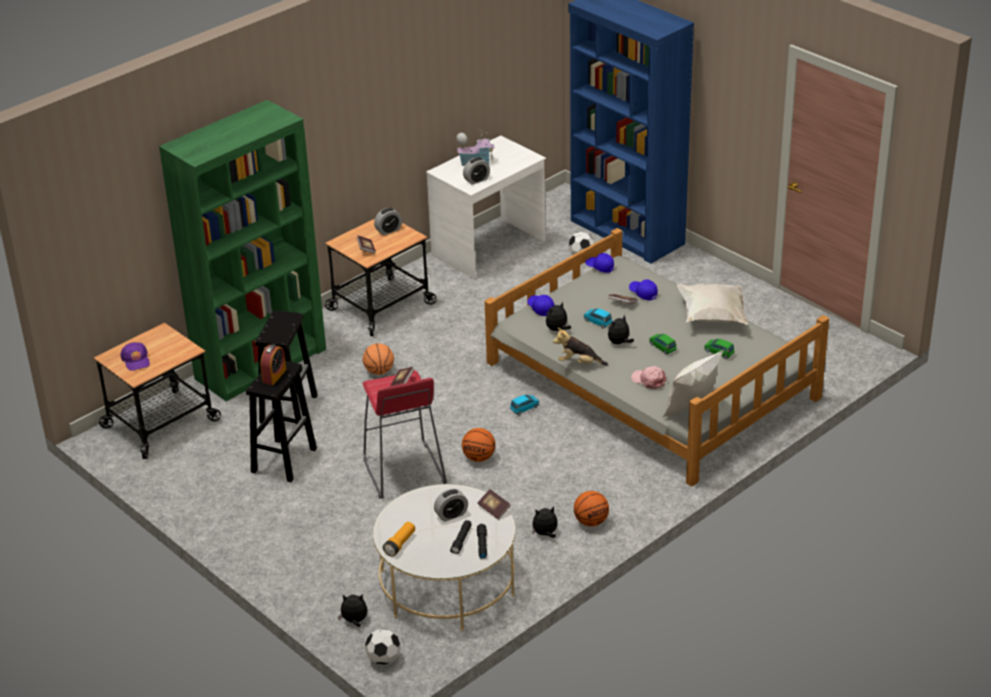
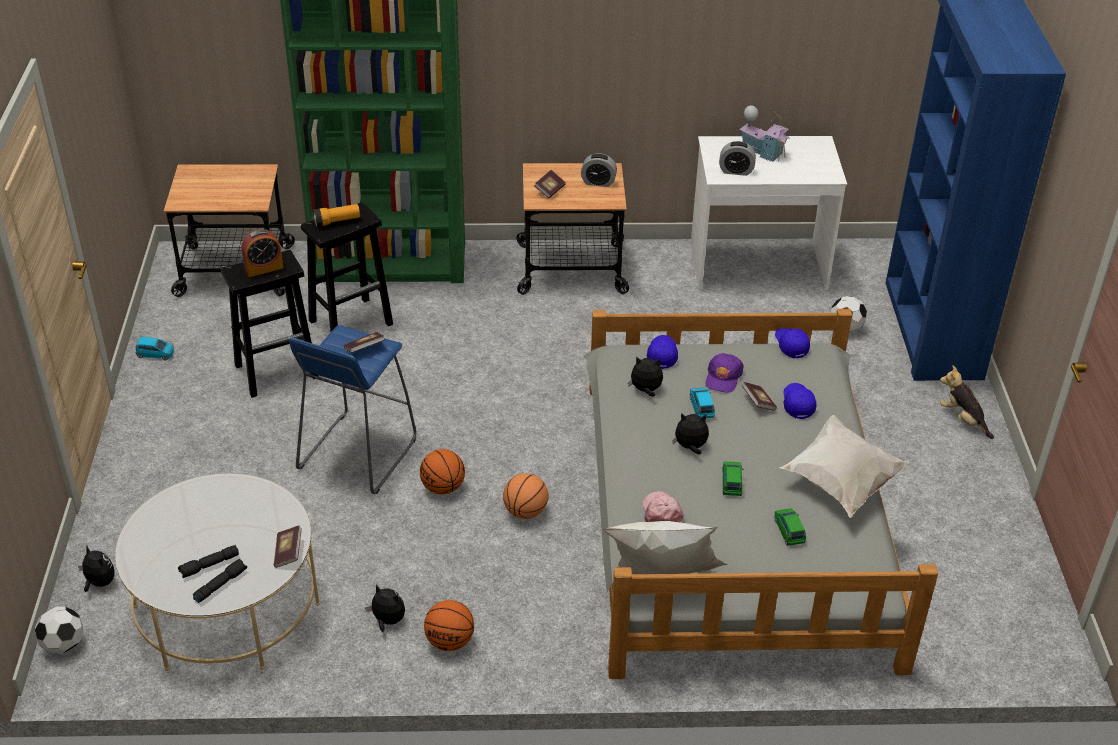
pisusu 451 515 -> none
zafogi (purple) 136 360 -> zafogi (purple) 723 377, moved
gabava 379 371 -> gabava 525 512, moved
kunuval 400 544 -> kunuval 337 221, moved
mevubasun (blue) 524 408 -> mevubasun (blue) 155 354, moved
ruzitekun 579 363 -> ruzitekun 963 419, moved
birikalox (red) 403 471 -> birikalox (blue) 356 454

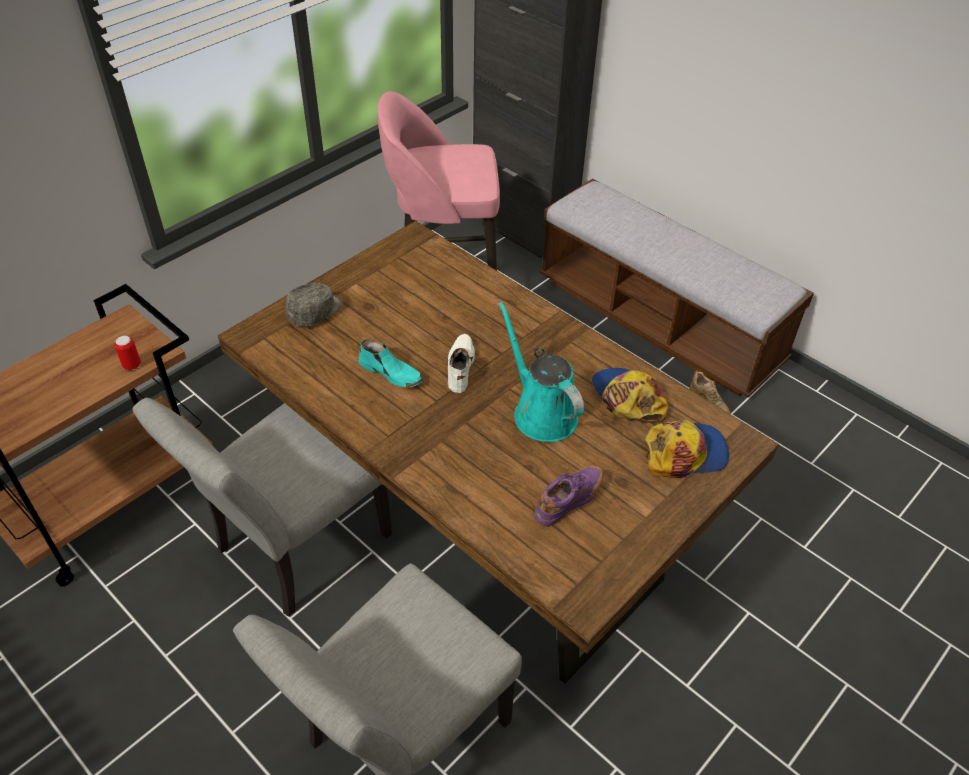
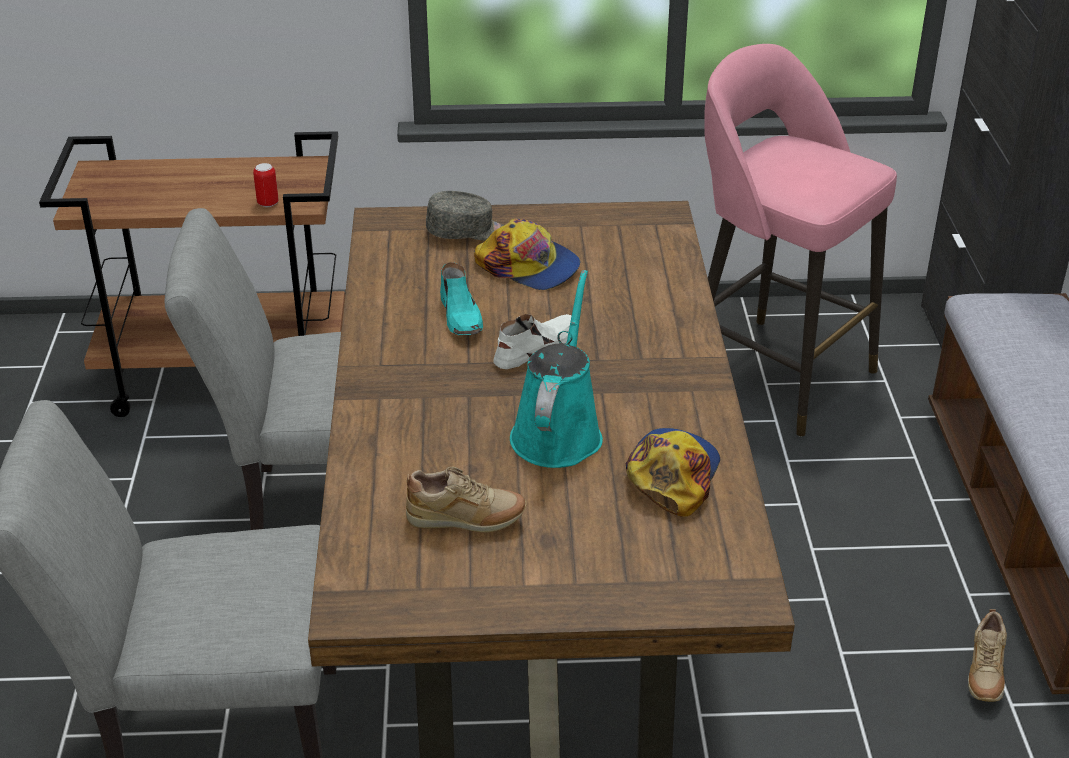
zafogi 685 453 -> zafogi 529 266, moved
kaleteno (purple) 569 502 -> kaleteno (beige) 466 521

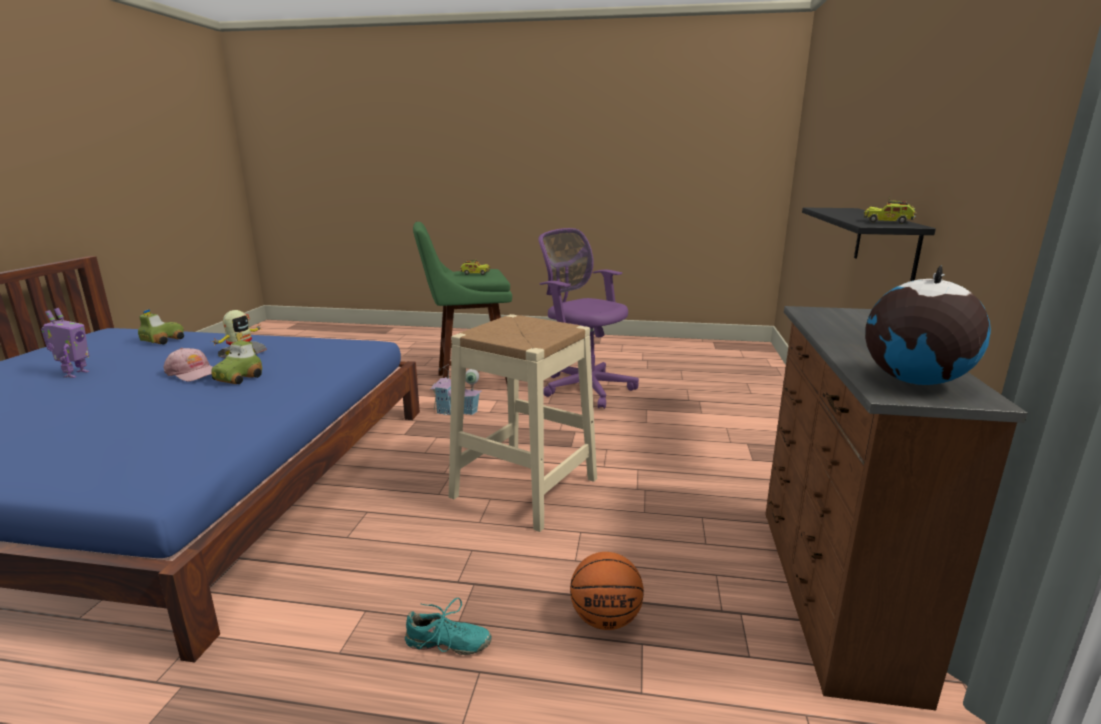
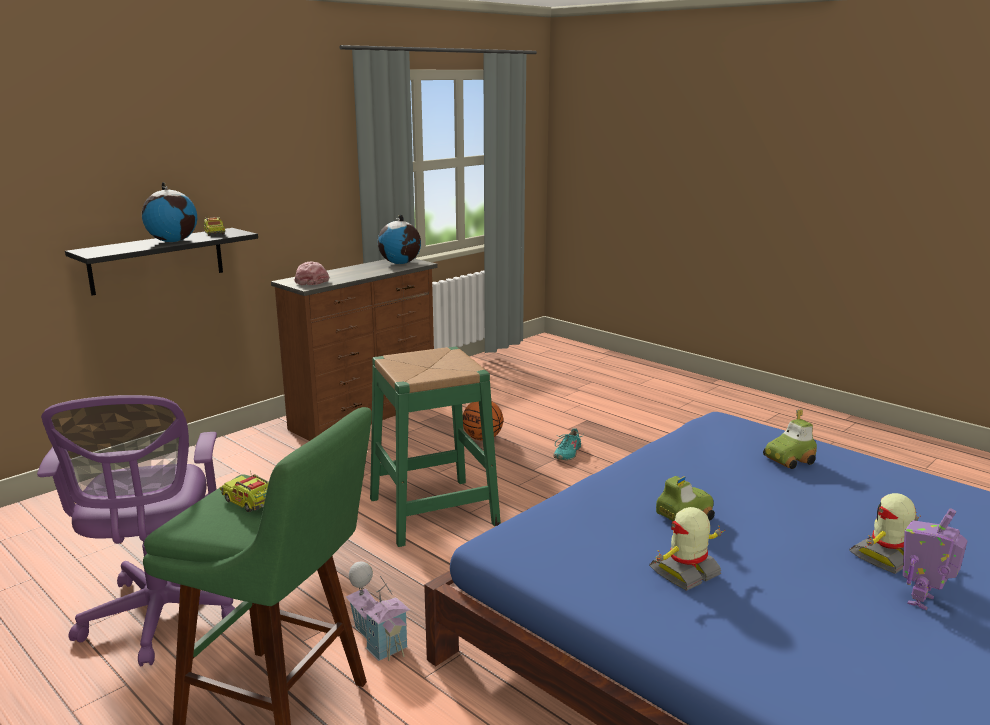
none -> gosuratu 173 241
none -> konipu 886 557
mevubasun 163 340 -> mevubasun 789 460, moved
zafogi (pink) 193 373 -> zafogi (pink) 310 281, moved
birikalox (beige) 525 488 -> birikalox (green) 433 511
kaleteno (turquoise) 448 644 -> kaleteno (turquoise) 567 453, 105 degrees counterclockwise

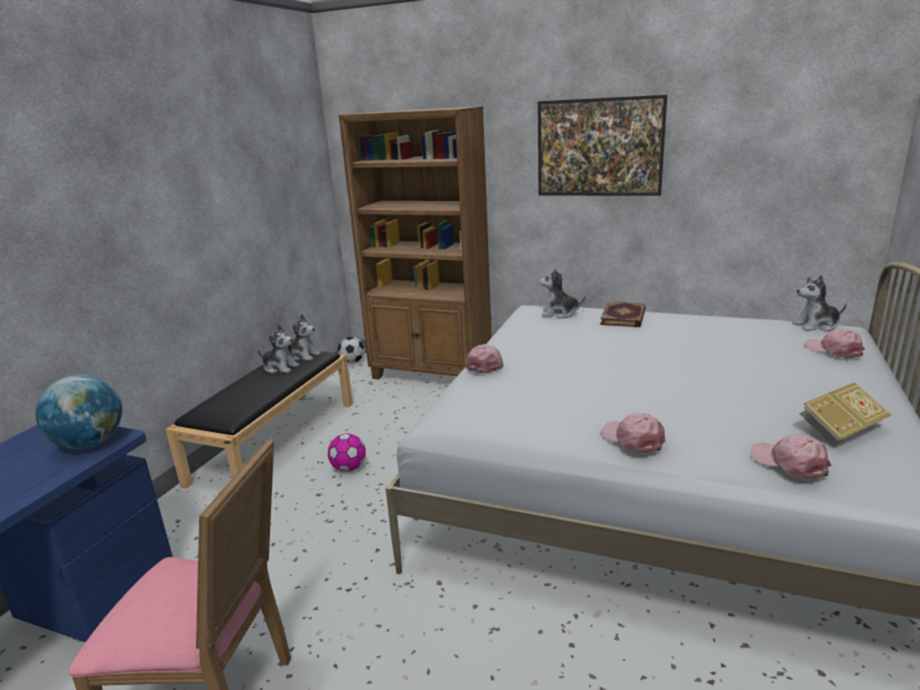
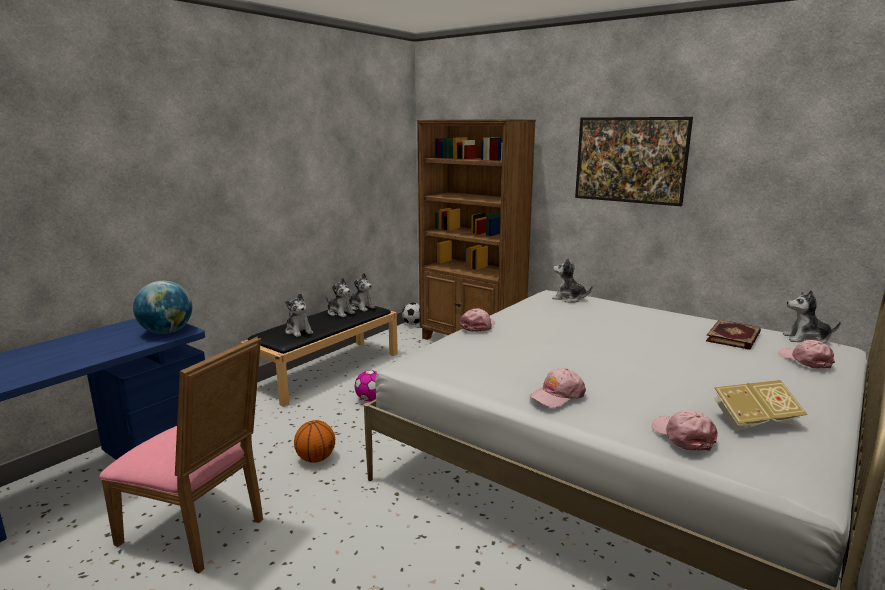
none -> ruzitekun 299 331
none -> gabava 316 459
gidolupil 624 317 -> gidolupil 734 337, moved
zafogi (pink) 632 439 -> zafogi (pink) 557 395, 105 degrees counterclockwise

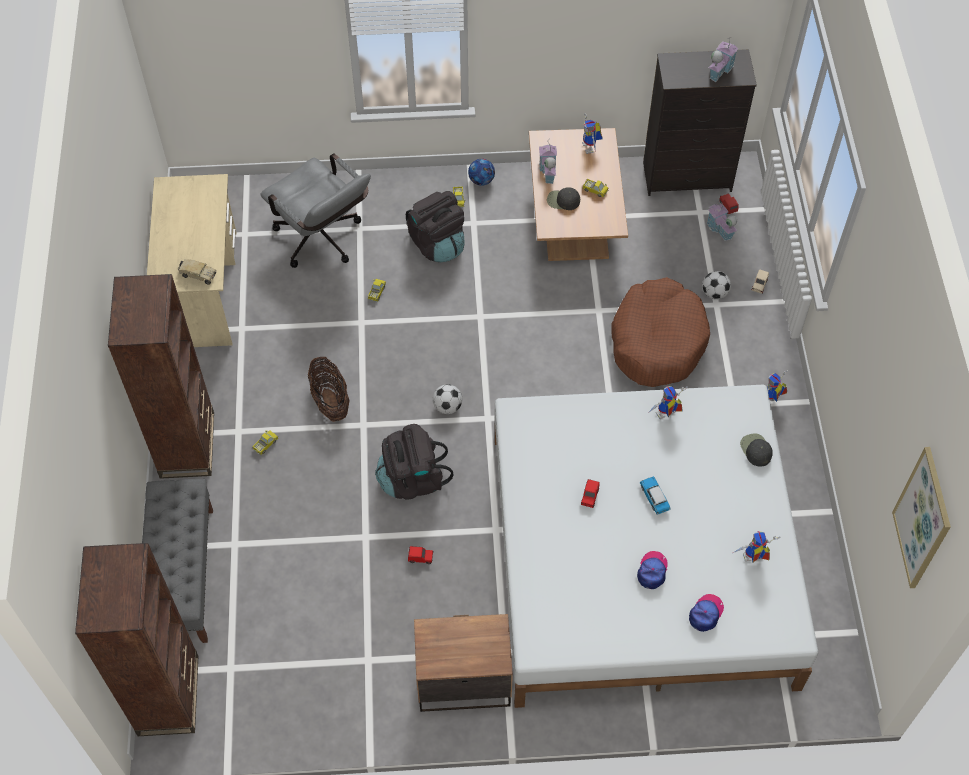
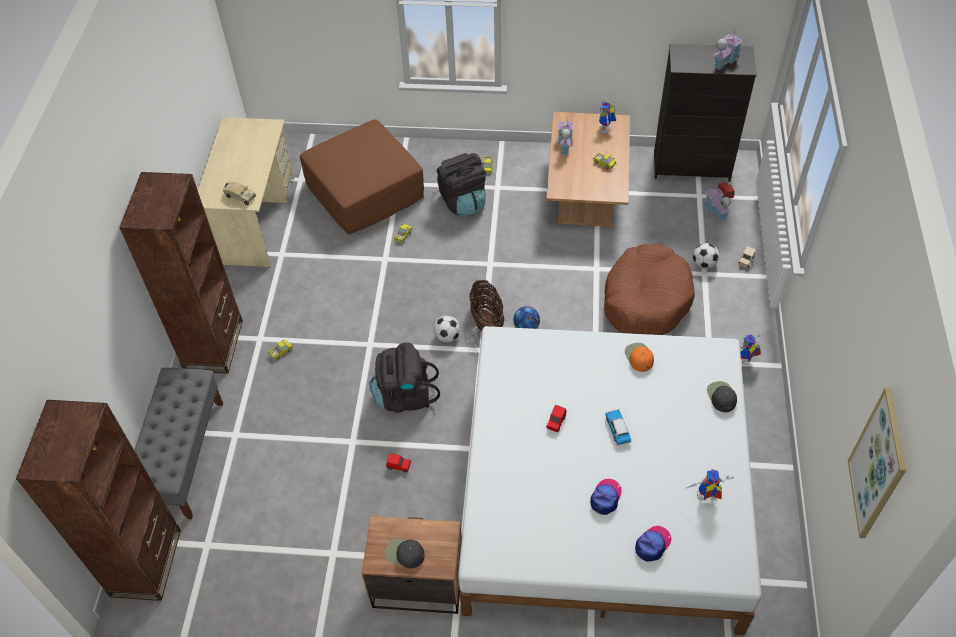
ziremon 330 401 -> ziremon 487 321, moved
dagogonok 481 180 -> dagogonok 526 327, moved
zafogi (black) 563 201 -> zafogi (black) 404 554, moved
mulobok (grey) 323 242 -> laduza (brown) 365 191
konipu 665 416 -> zafogi (orange) 639 357

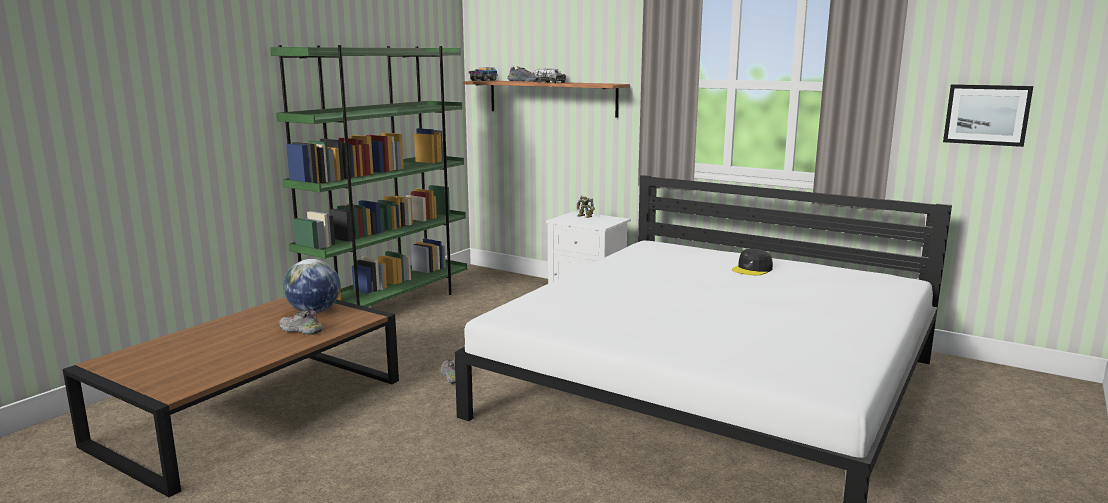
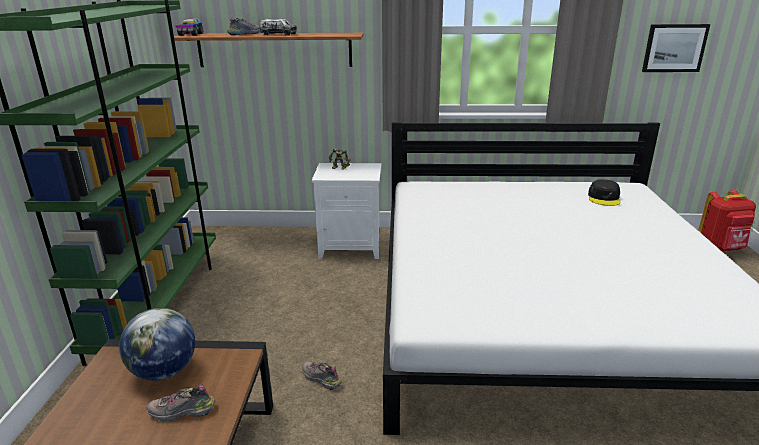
none -> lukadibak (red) 720 249
zafogi (black) 752 269 -> zafogi (black) 604 198, moved

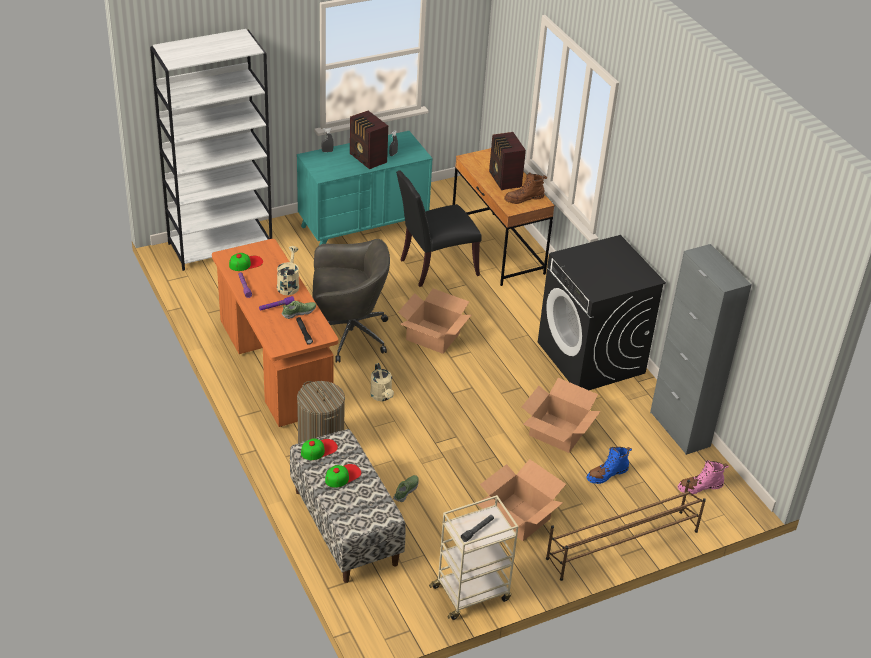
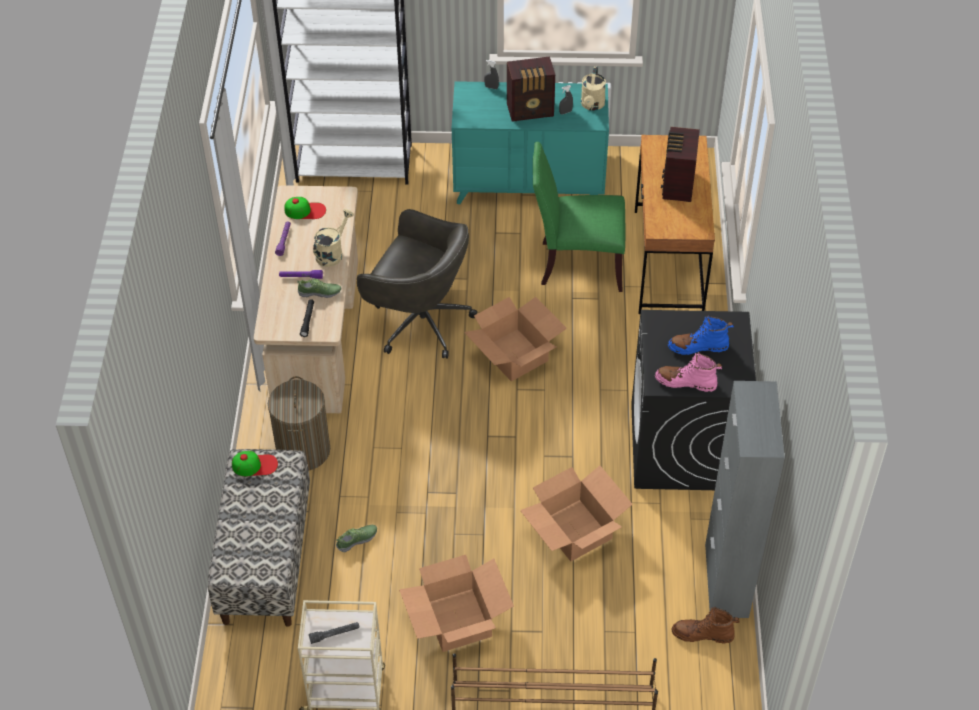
zafogi 342 476 -> none
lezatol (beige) 382 396 -> lezatol (beige) 592 105, moved
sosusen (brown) 524 198 -> sosusen (brown) 702 634, moved
sosusen (blue) 607 474 -> sosusen (blue) 698 347, moved
sosusen (pink) 700 487 -> sosusen (pink) 686 382, moved
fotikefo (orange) 274 367 -> fotikefo (beige) 316 335
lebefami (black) 435 267 -> lebefami (green) 577 264
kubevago 368 159 -> kubevago 531 111, 90 degrees counterclockwise

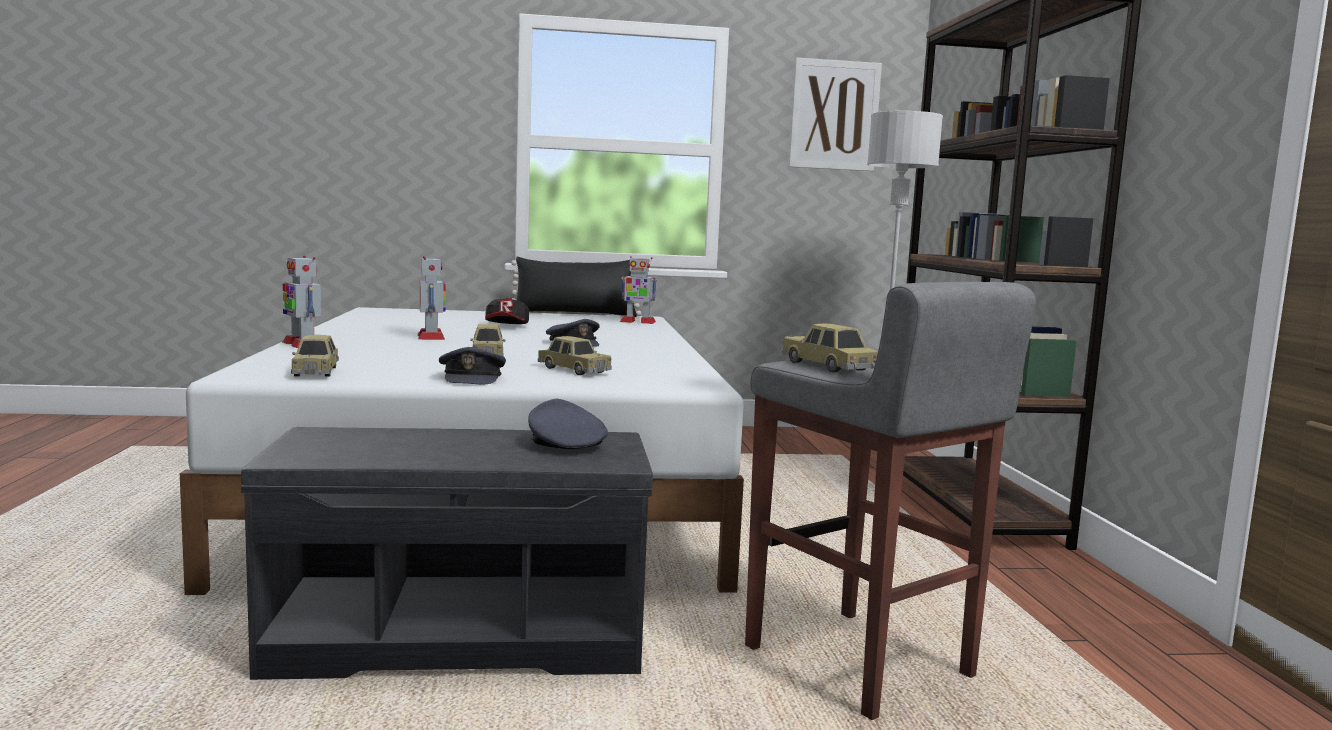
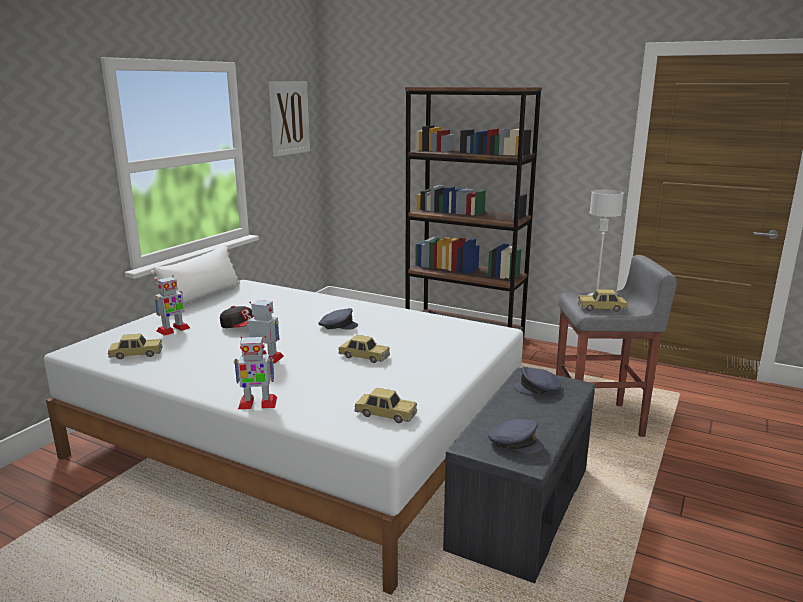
zafogi (grey) 472 378 -> zafogi (grey) 514 442, moved
mevubasun 573 370 -> mevubasun 136 354, moved
konipu 637 322 -> konipu 173 330, moved
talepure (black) 575 314 -> talepure (white) 202 296

